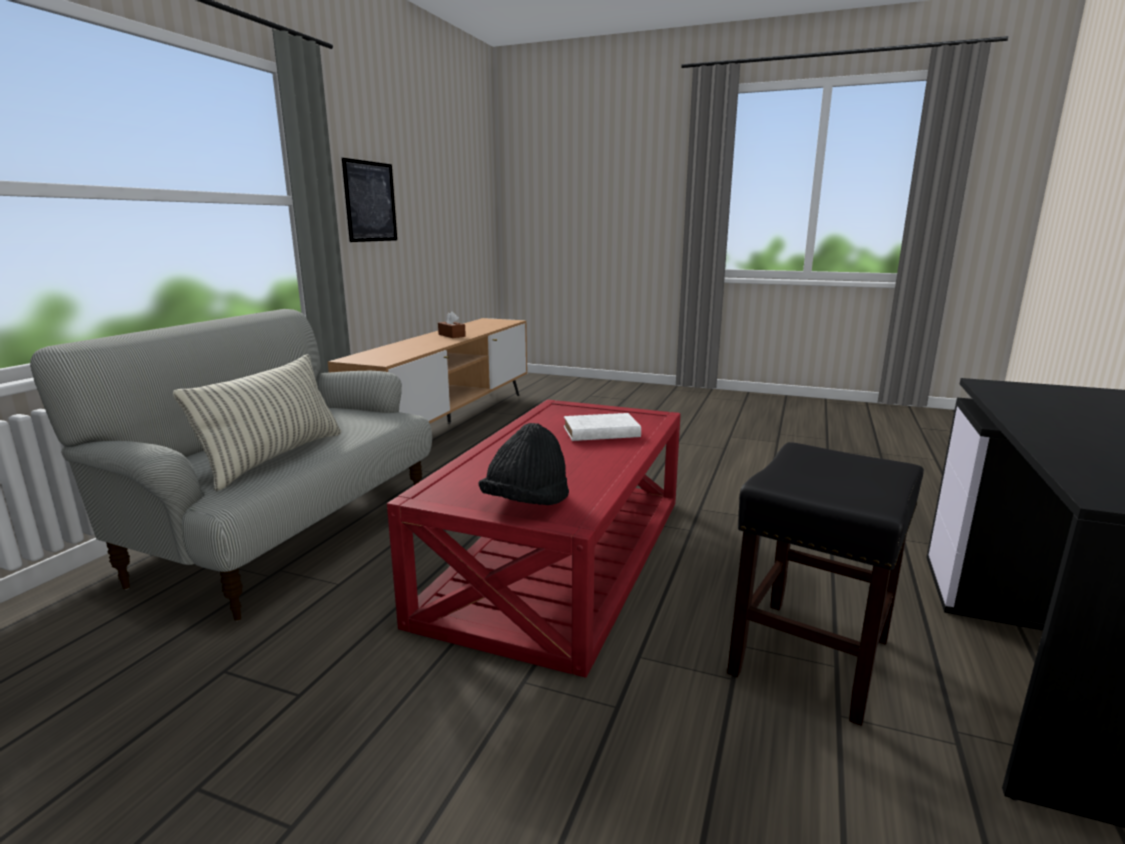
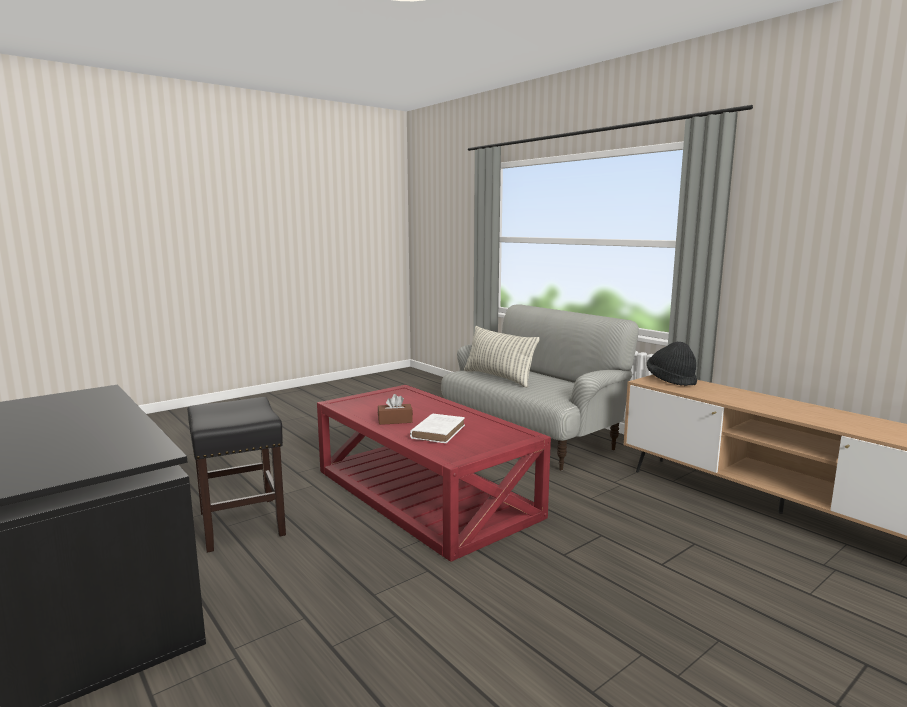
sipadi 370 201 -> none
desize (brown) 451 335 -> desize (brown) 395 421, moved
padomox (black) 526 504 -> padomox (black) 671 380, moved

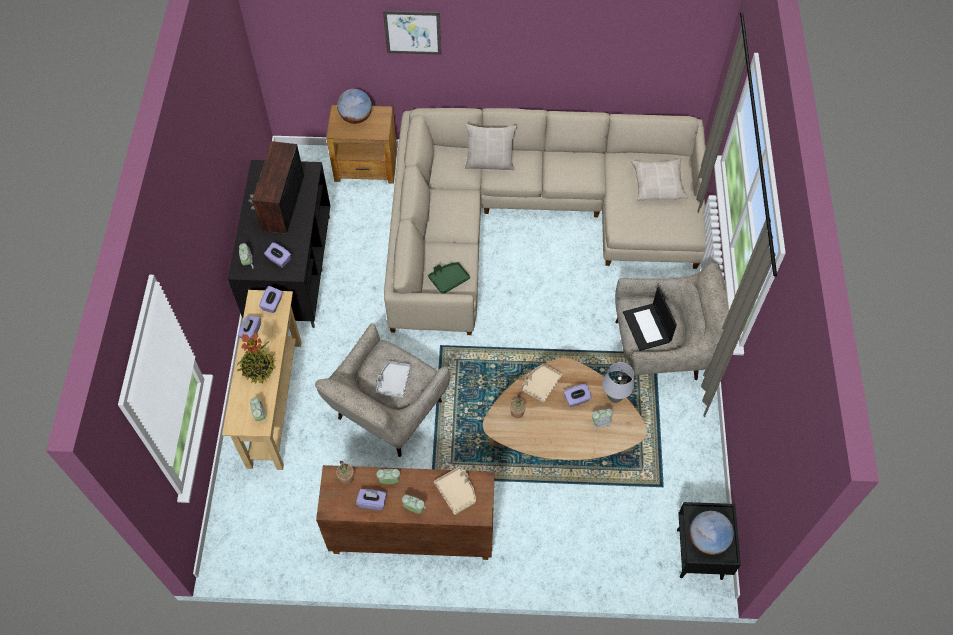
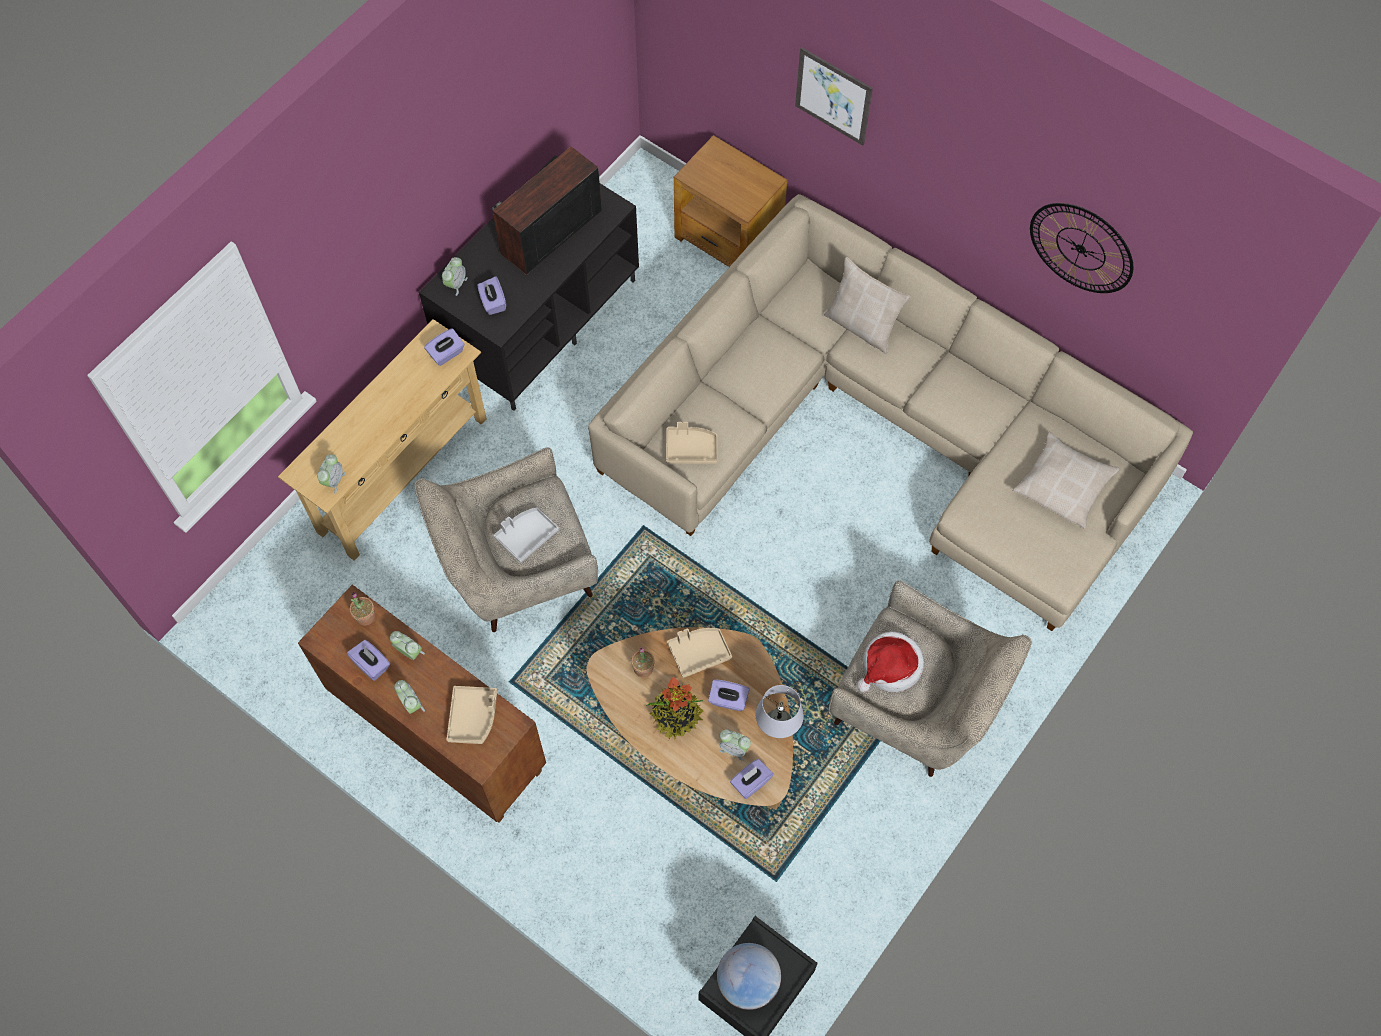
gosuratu 356 117 -> none
none -> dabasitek 1081 248
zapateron 258 369 -> zapateron 676 715, moved
desize (purple) 251 332 -> desize (purple) 750 782, moved
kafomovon 647 327 -> padomox 890 667
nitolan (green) 448 279 -> nitolan (beige) 691 449

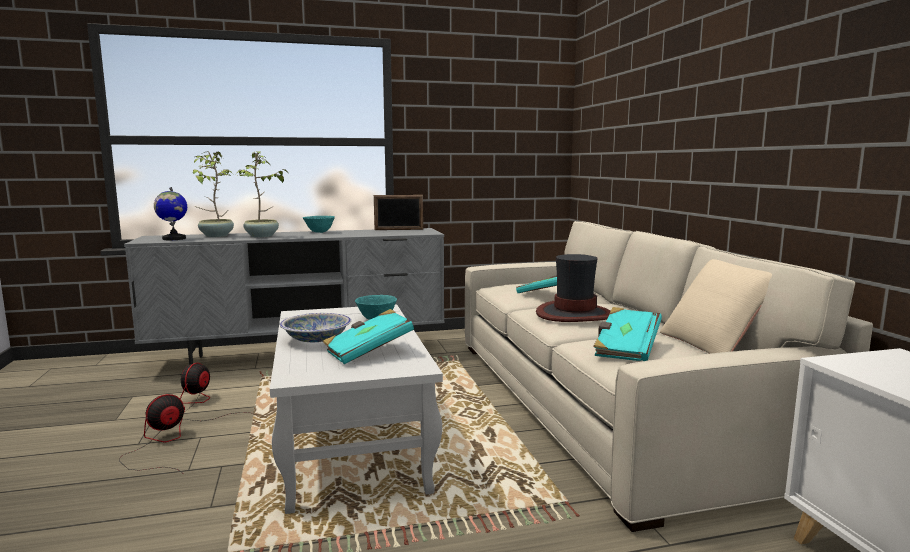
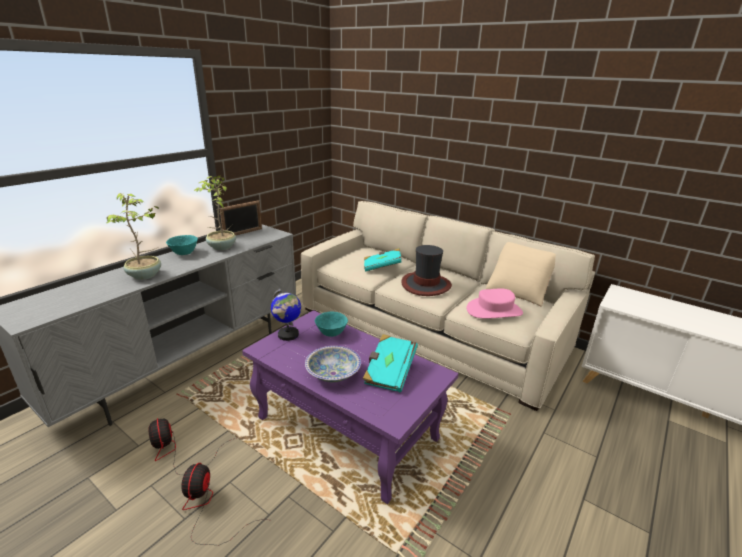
gosuratu 174 239 -> gosuratu 288 335, moved
zapateron 215 236 -> zapateron 221 247, moved
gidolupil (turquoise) 625 349 -> padomox (pink) 494 311
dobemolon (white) 352 445 -> dobemolon (purple) 348 429

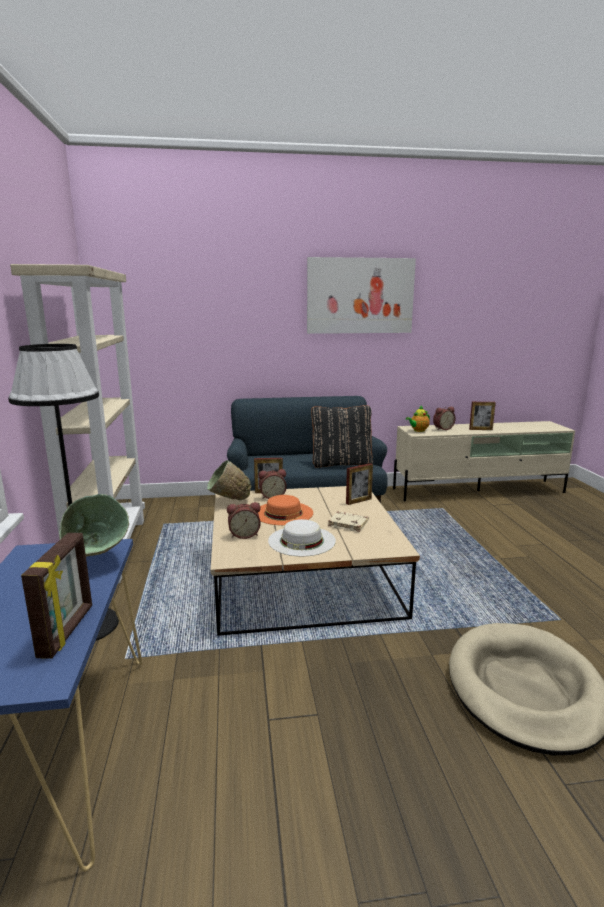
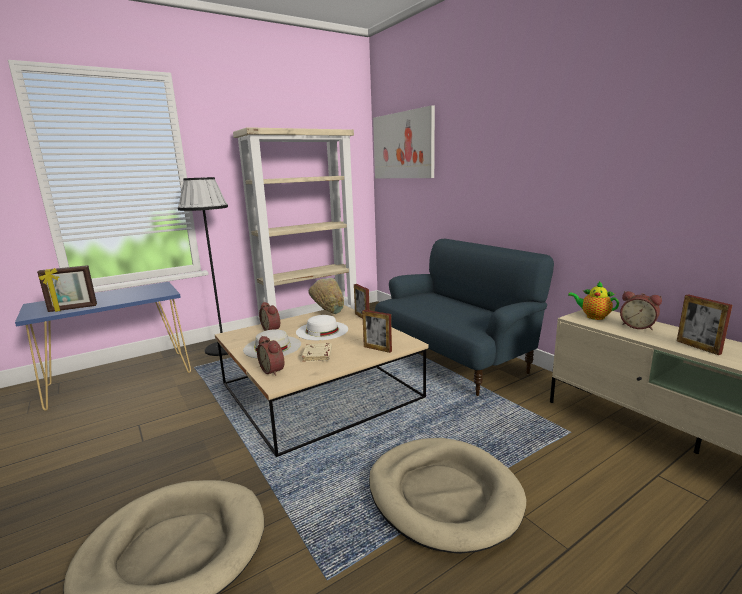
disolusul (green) 98 561 -> none
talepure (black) 341 463 -> none
none -> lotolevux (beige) 443 495
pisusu 272 497 -> pisusu 273 370, moved
sipadi 360 296 -> sipadi 403 145, moved
padomox (orange) 283 513 -> padomox (white) 322 330

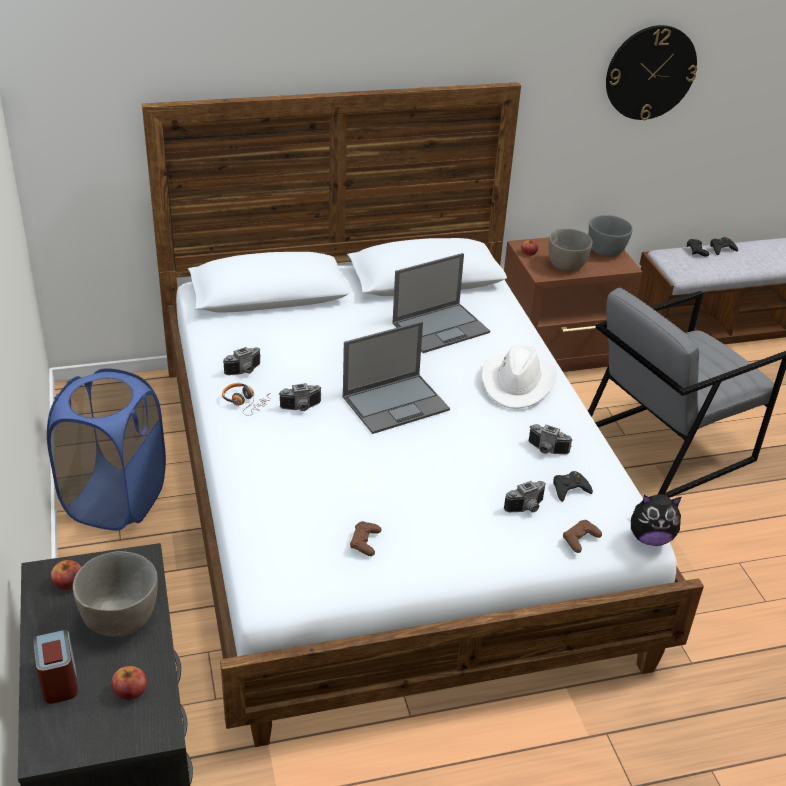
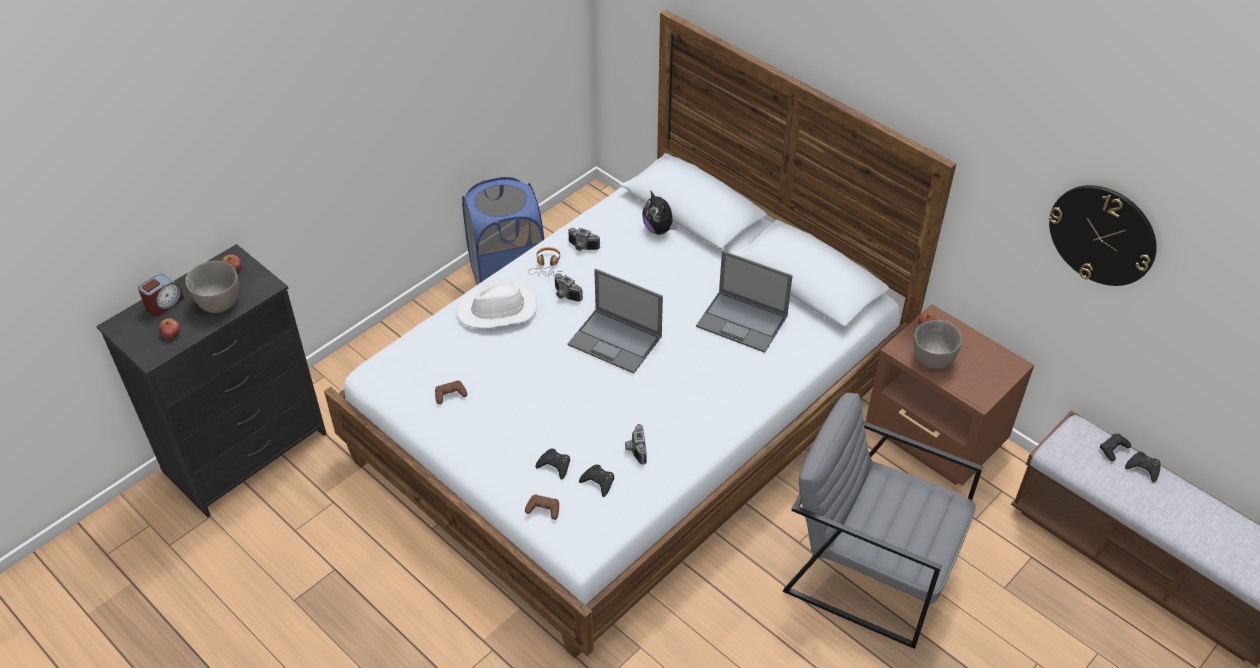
disolusul (grey) 606 251 -> none
padomox (white) 518 383 -> padomox (white) 498 310, moved
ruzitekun 650 538 -> ruzitekun 659 229, moved
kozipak 527 508 -> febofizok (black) 555 465

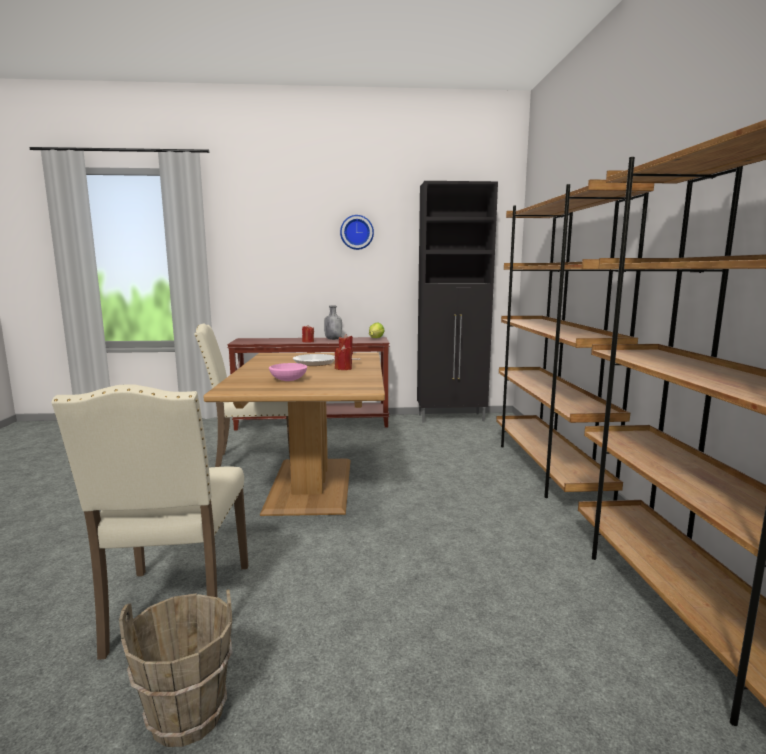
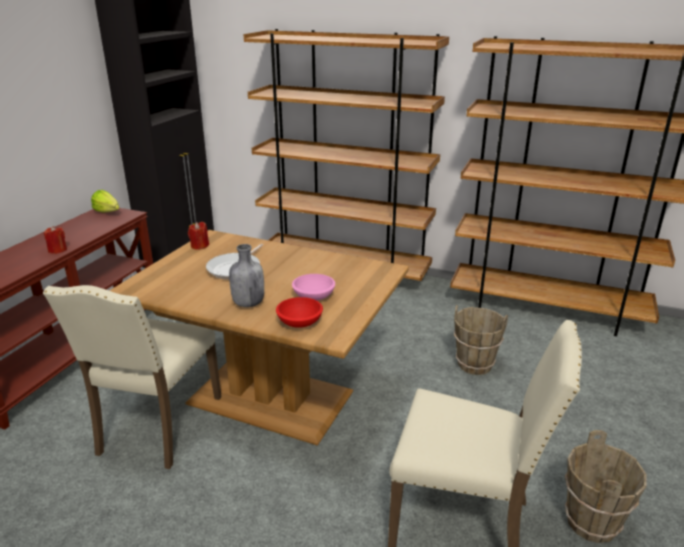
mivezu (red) 343 369 -> none
dabasitek 357 232 -> none
none -> disolusul (red) 300 322
none -> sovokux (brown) 474 364
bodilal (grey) 333 339 -> bodilal (grey) 248 303, moved

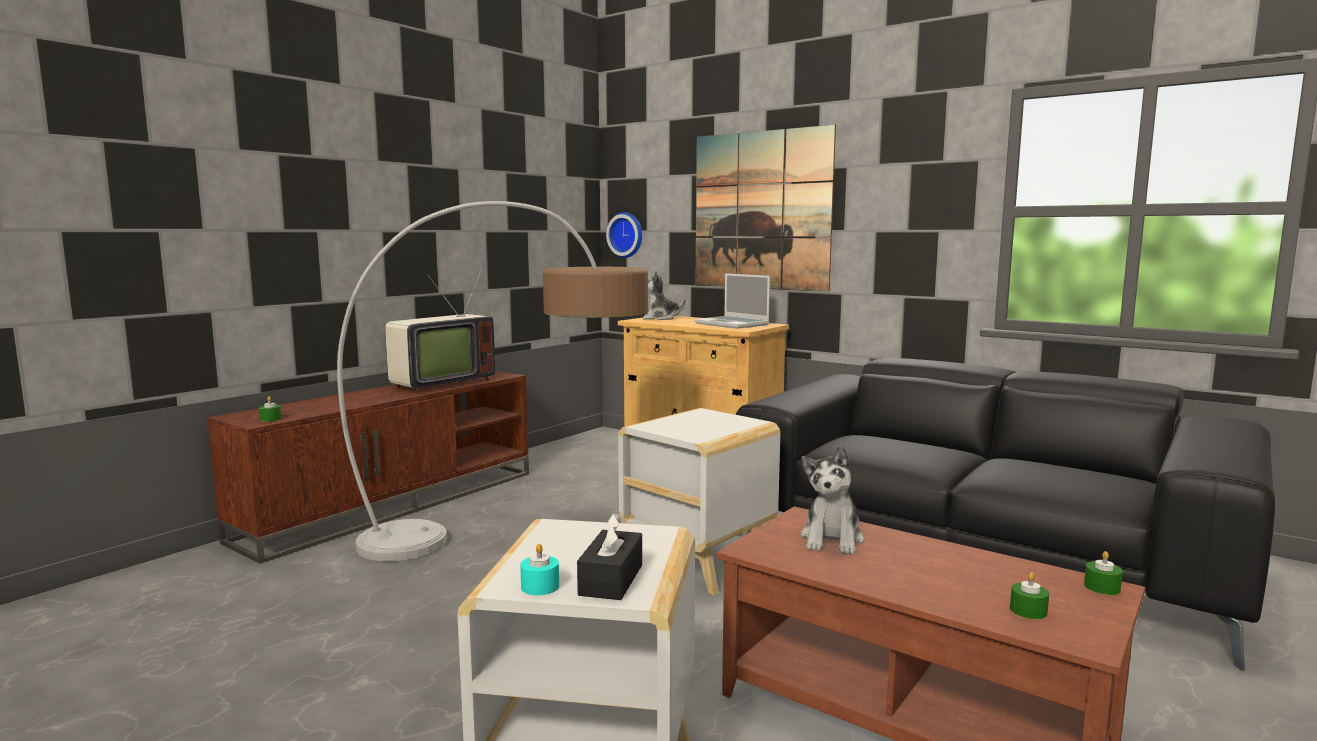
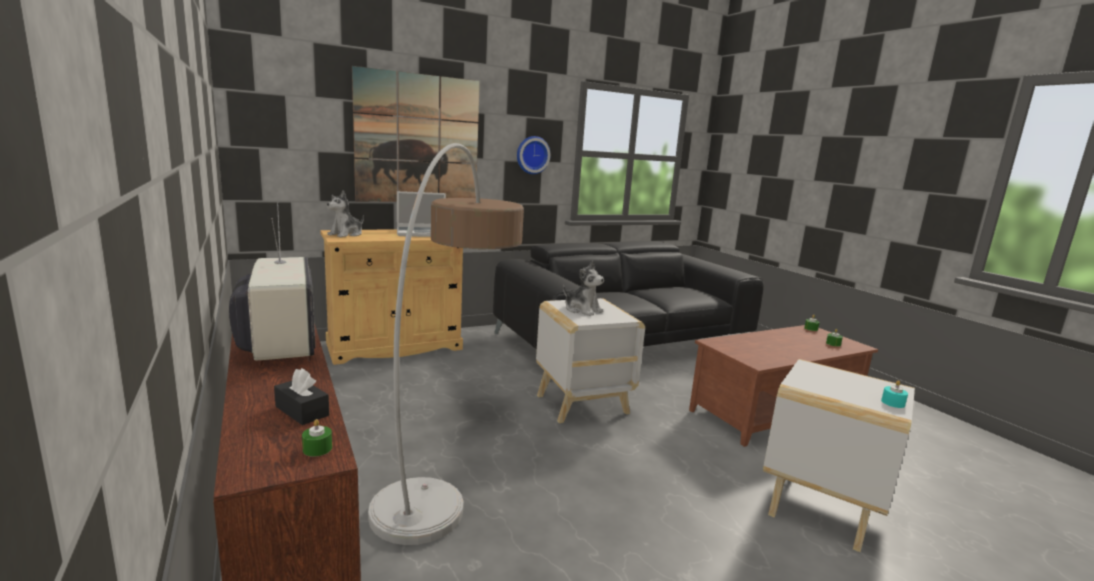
desize (black) 611 580 -> desize (black) 302 411, moved
dabasitek 627 235 -> dabasitek 532 155, moved
ruzitekun 832 539 -> ruzitekun 582 310, moved

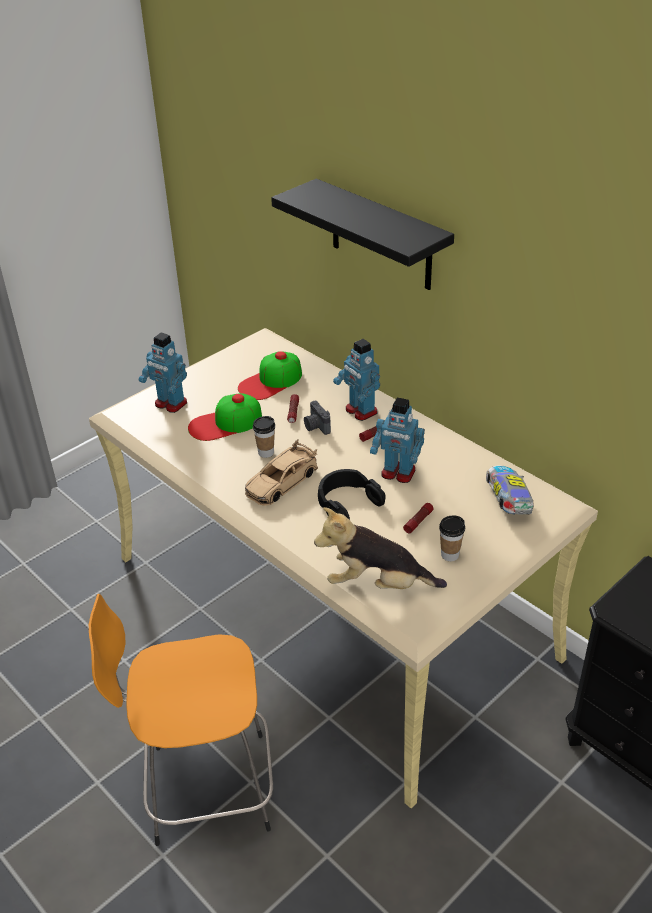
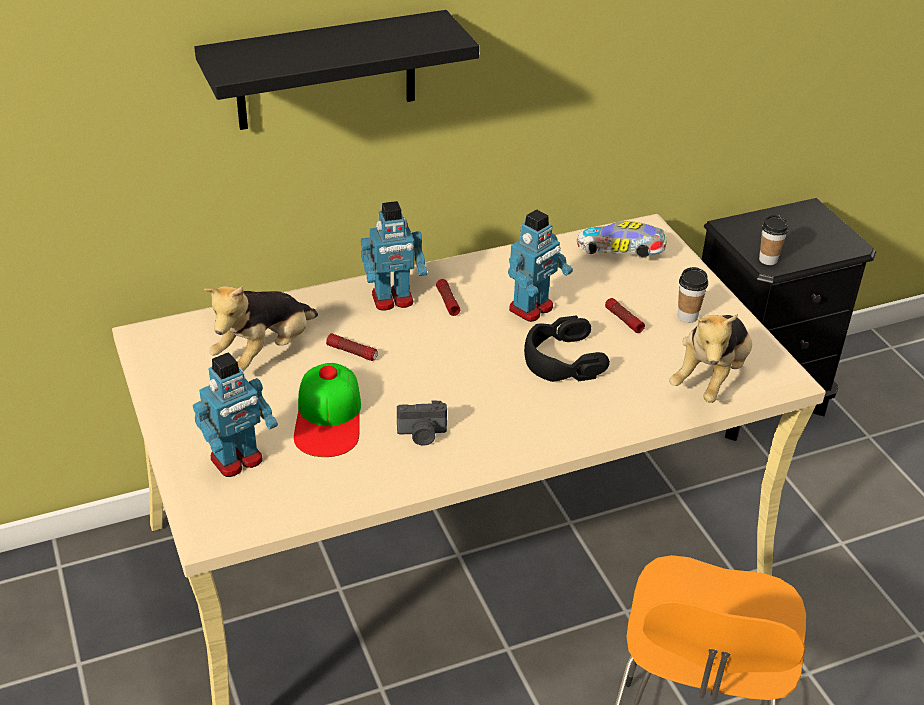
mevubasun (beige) 282 482 -> none
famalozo 266 452 -> famalozo 768 260, moved
kozipak 316 427 -> kozipak 422 435, moved
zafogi 271 381 -> ruzitekun 265 353

